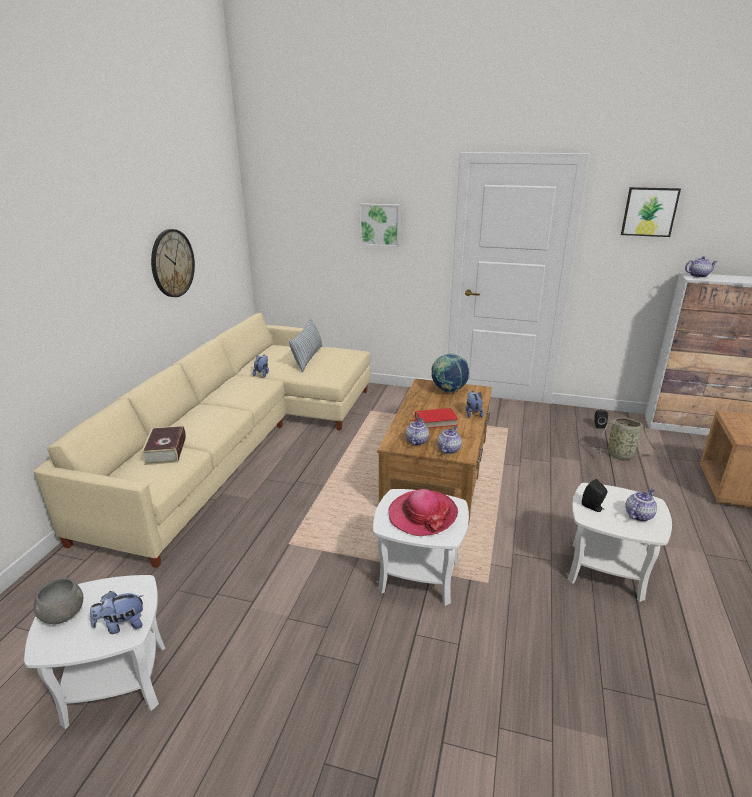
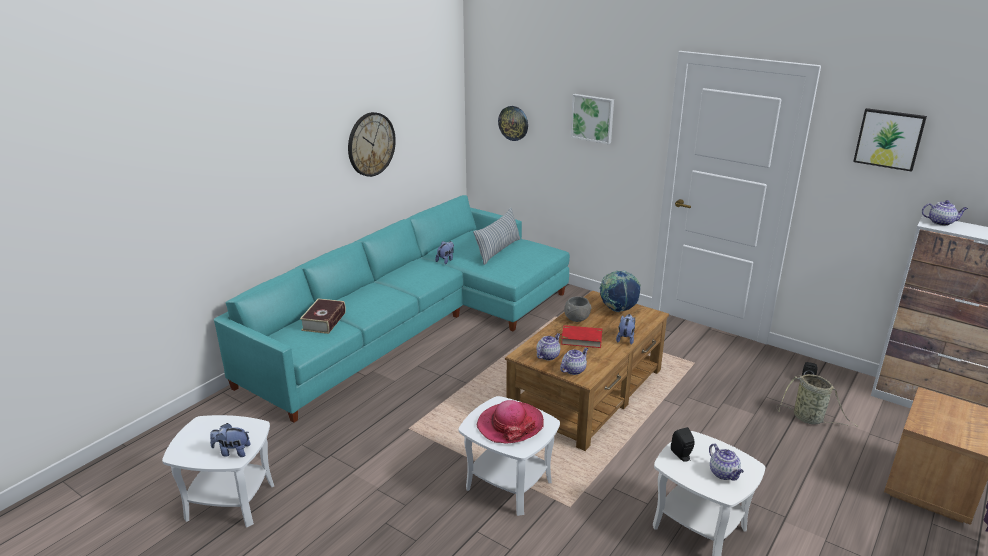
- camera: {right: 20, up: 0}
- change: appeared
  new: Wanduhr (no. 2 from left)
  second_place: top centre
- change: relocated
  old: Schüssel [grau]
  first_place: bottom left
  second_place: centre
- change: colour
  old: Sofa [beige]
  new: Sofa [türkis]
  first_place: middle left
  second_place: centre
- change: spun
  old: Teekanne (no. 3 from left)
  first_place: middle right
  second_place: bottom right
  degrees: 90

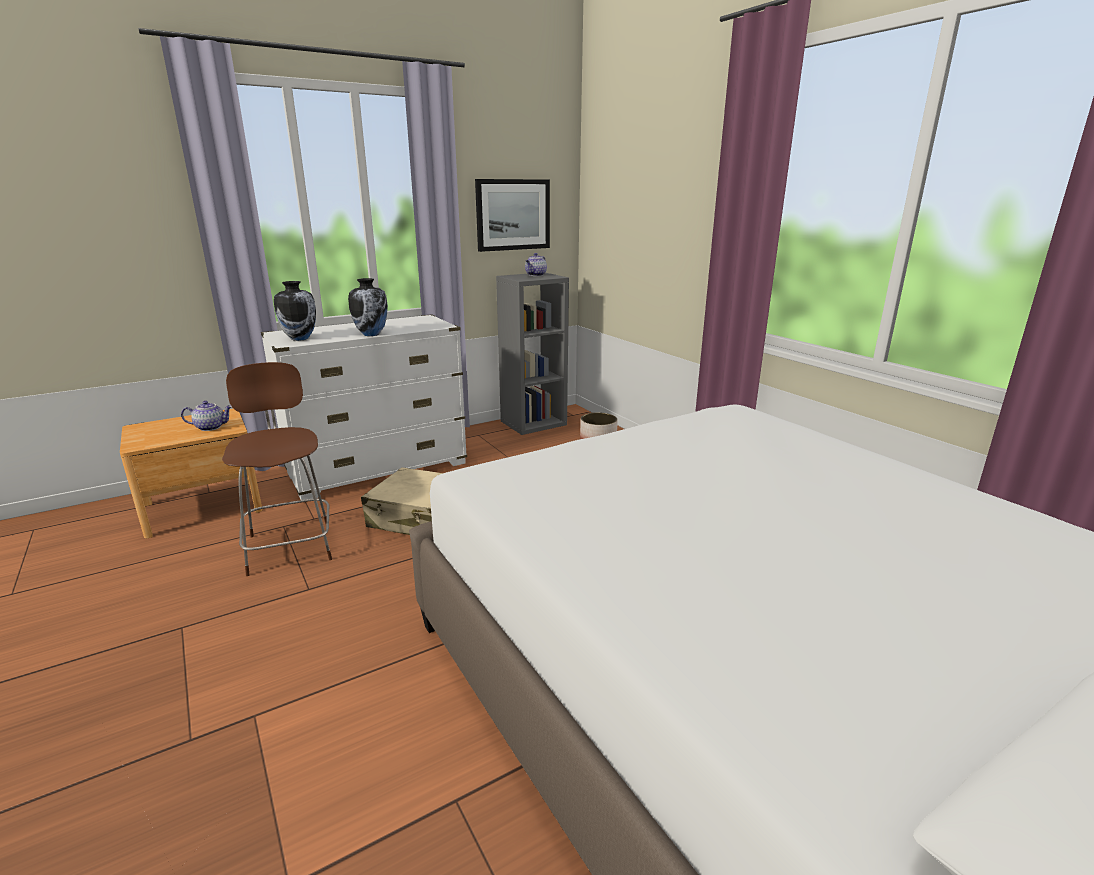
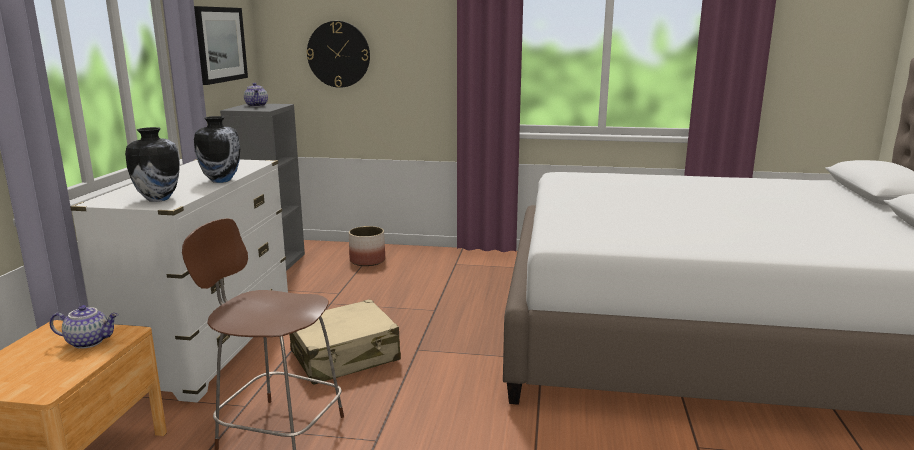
- camera: {right: -50, up: -5}
- change: appeared
  new: Wanduhr
  second_place: top centre
- change: spun
  old: Teekanne (no. 1 from left)
  first_place: middle left
  second_place: bottom left
  degrees: 60

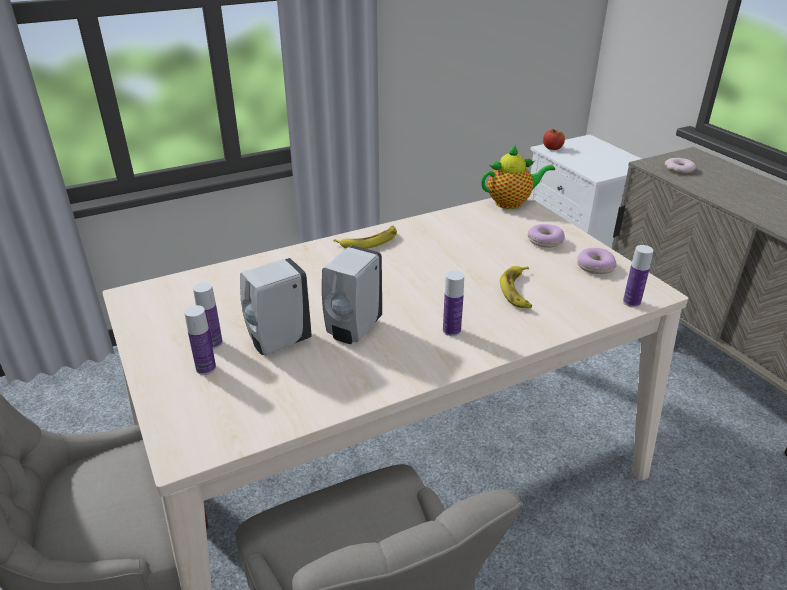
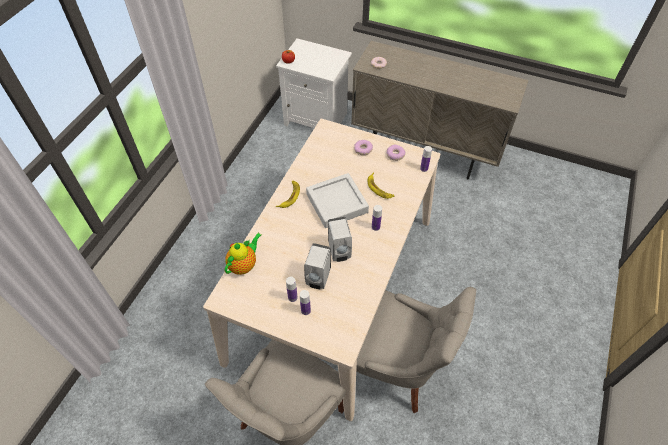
- camera: {right: -40, up: 20}
- change: appeared
  new: Tablett [grau]
  second_place: centre
- change: relocated
  old: Teekanne
  first_place: top centre
  second_place: centre

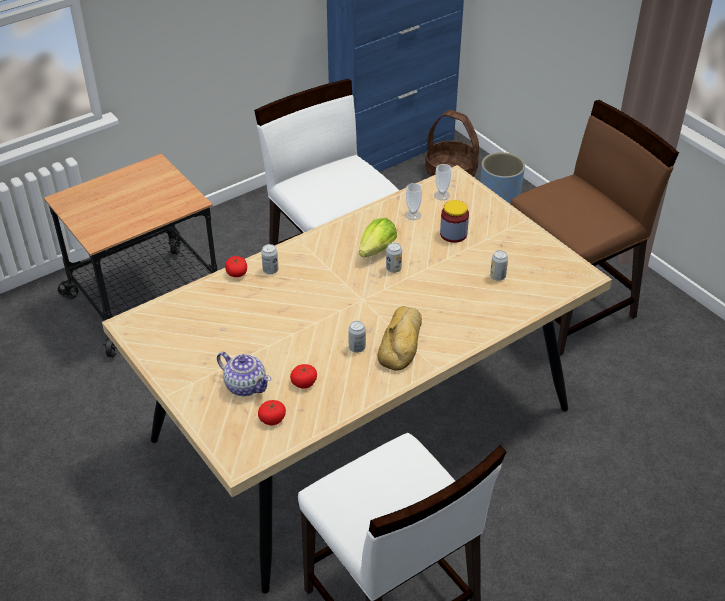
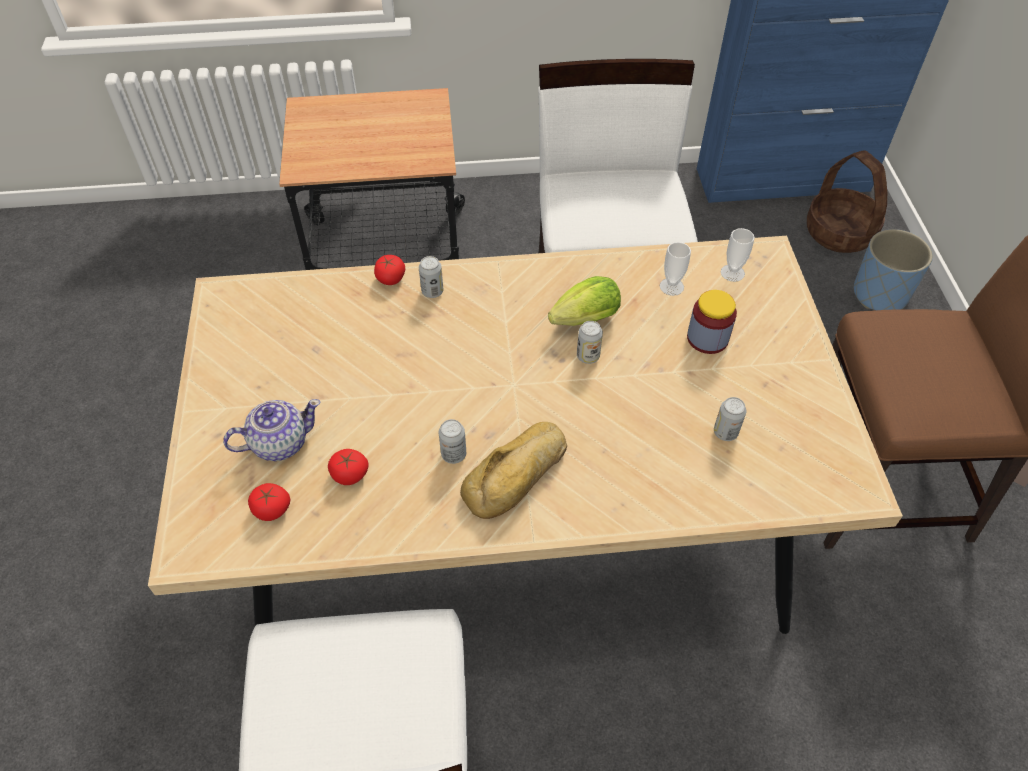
- camera: {right: 30, up: 10}
- change: spun
  old: Teekanne
  first_place: centre
  second_place: middle left
  degrees: -90

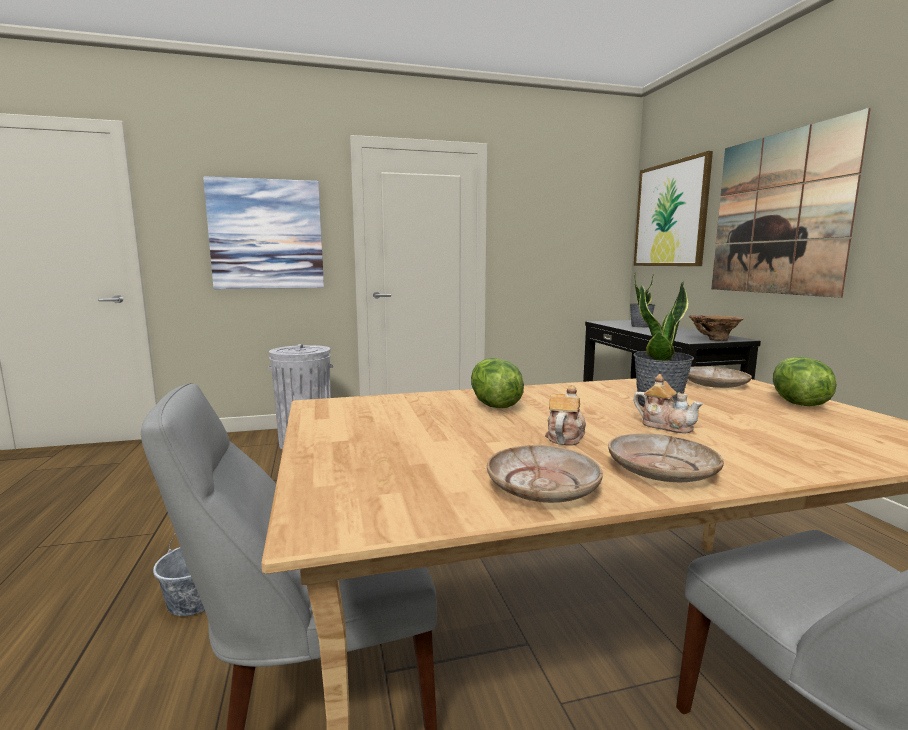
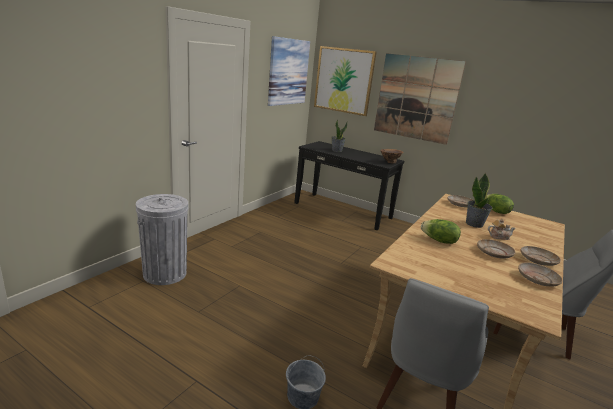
- camera: {right: -45, up: 10}
- change: relocated
  old: Bild (no. 1 from left)
  first_place: top left
  second_place: top centre
- change: exchanged
  old: Teekanne (no. 1 from left)
  new: Teller [beige] (no. 2 from left)
  first_place: centre
  second_place: middle right

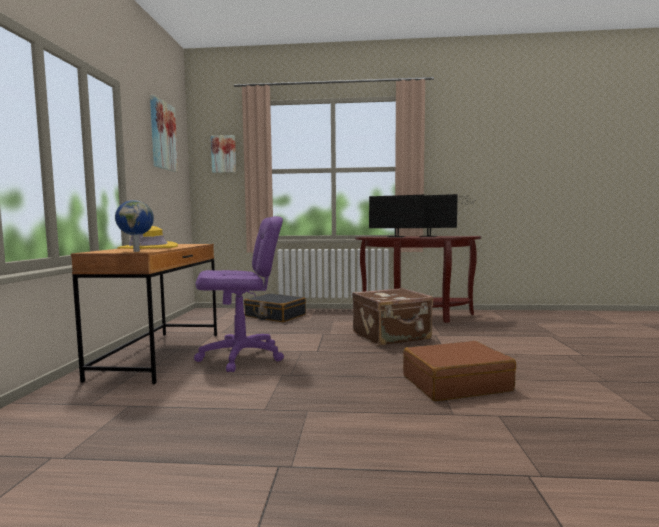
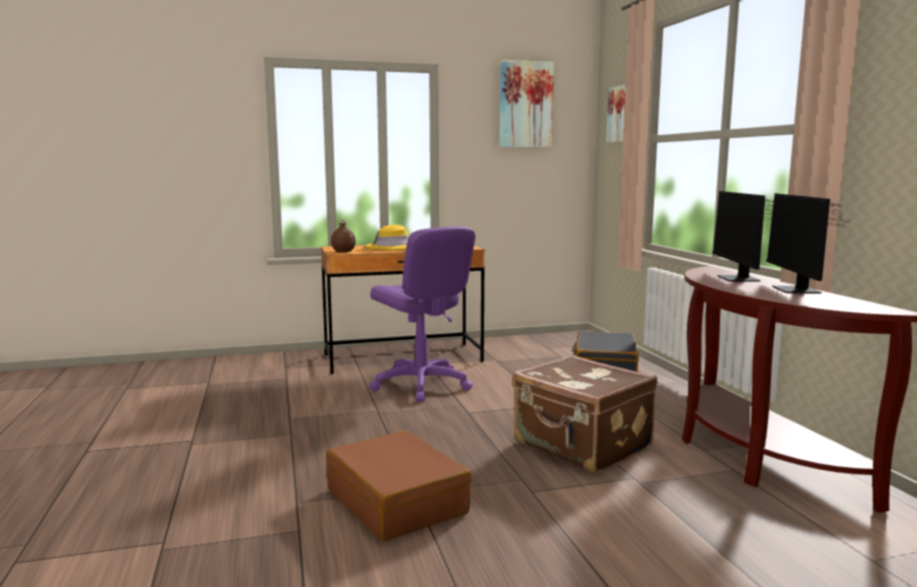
- camera: {right: 70, up: 5}
- change: exchanged
  old: Globus
  new: Flasche [braun]
  first_place: middle left
  second_place: centre

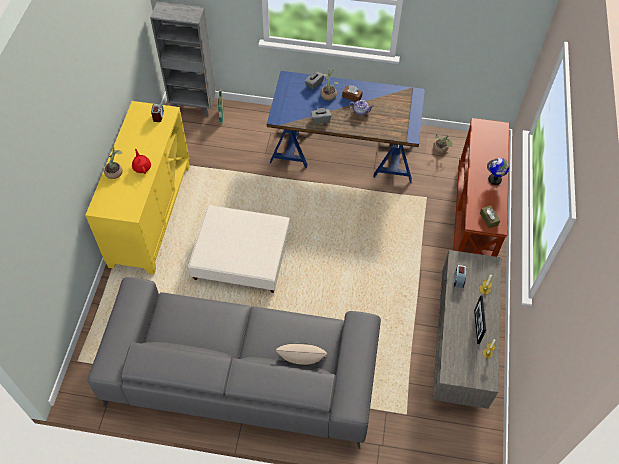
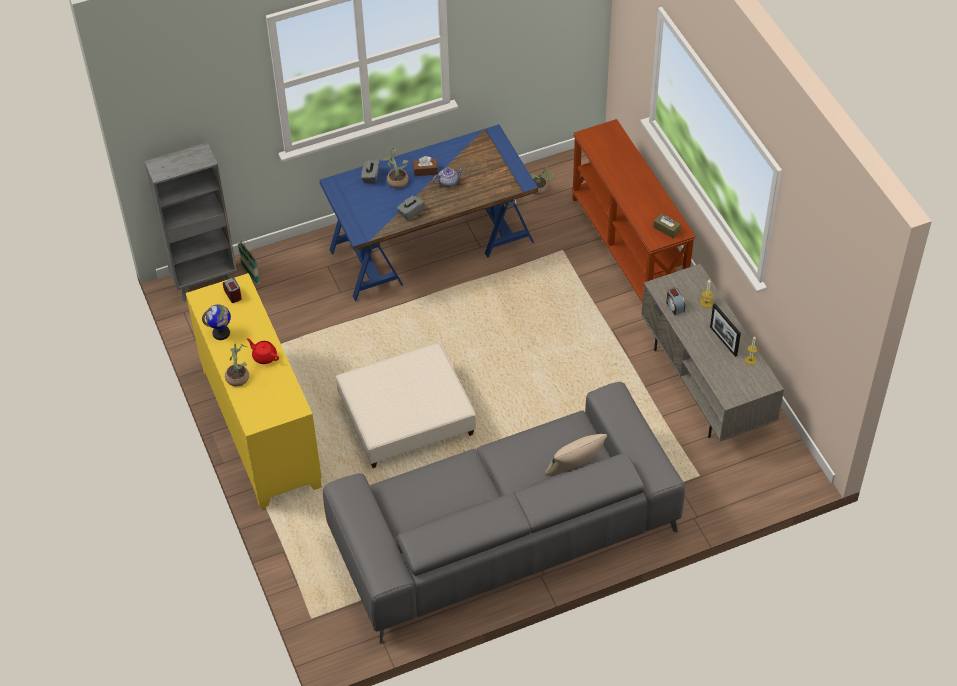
- camera: {right: -30, up: -5}
- change: relocated
  old: Globus
  first_place: middle right
  second_place: middle left

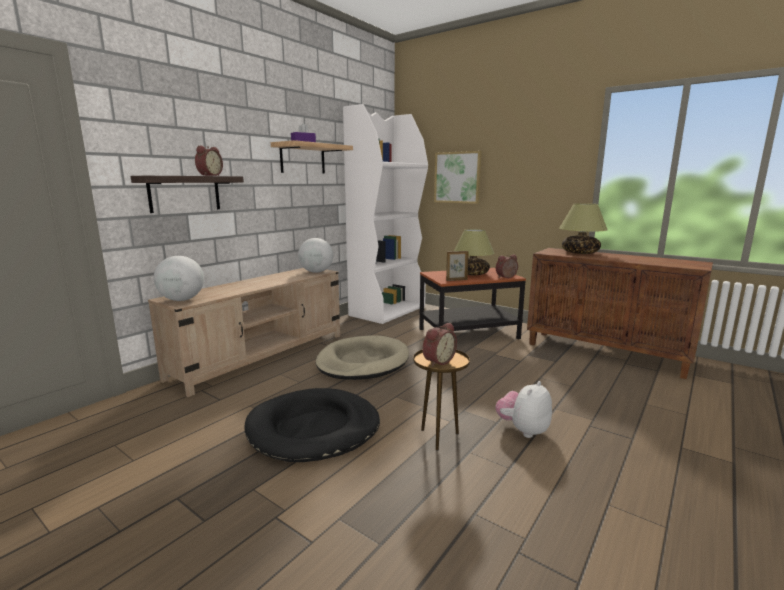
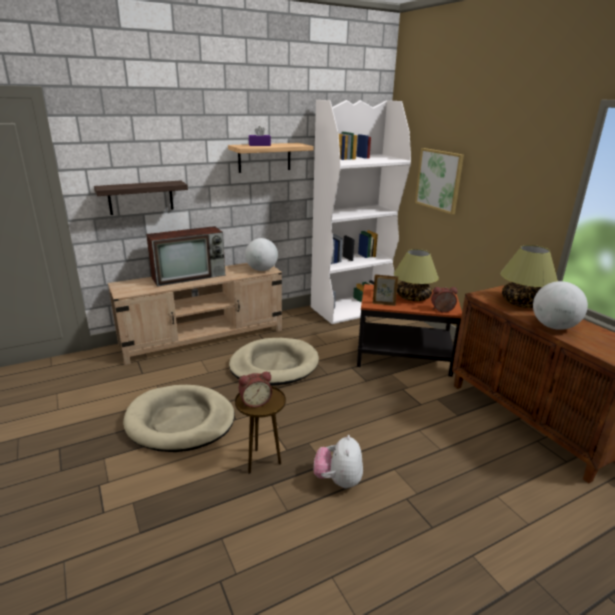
- camera: {right: 25, up: 10}
- change: missing
  old: Wecker (no. 1 from left)
  first_place: top left
- change: appeared
  new: Fernseher
  second_place: middle left
- change: relocated
  old: Globus (no. 1 from left in the first image)
  new: Globus (no. 2 from left)
  first_place: middle left
  second_place: middle right
- change: colour
  old: Hundebett [schwarz]
  new: Hundebett [beige] (no. 1 from left)
  first_place: bottom centre
  second_place: bottom left
- change: spun
  old: Plüschtier
  first_place: bottom right
  second_place: bottom centre
  degrees: -60

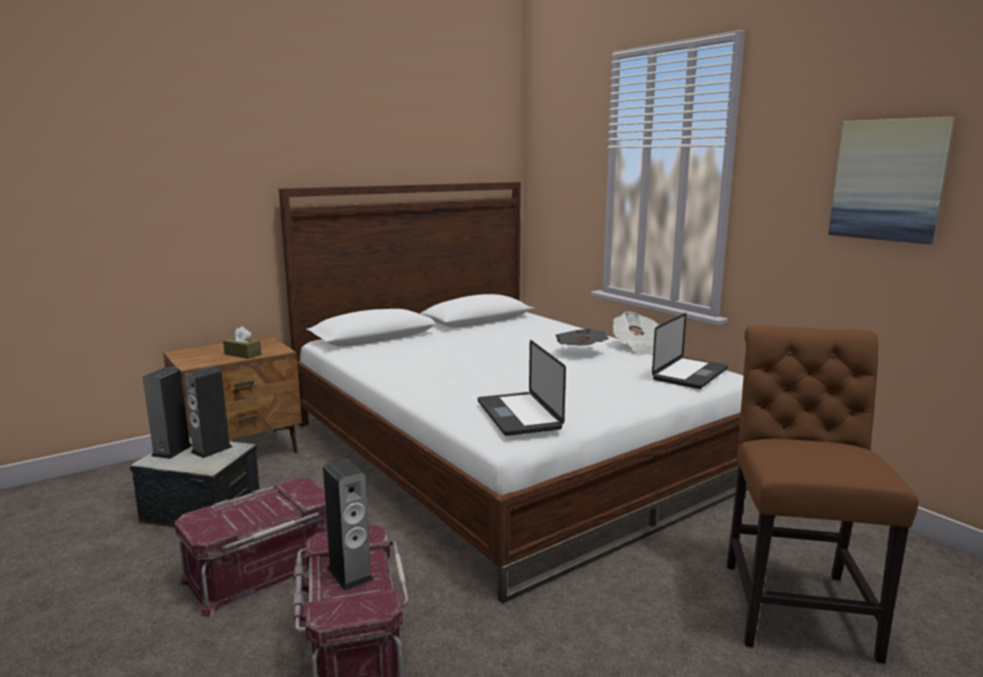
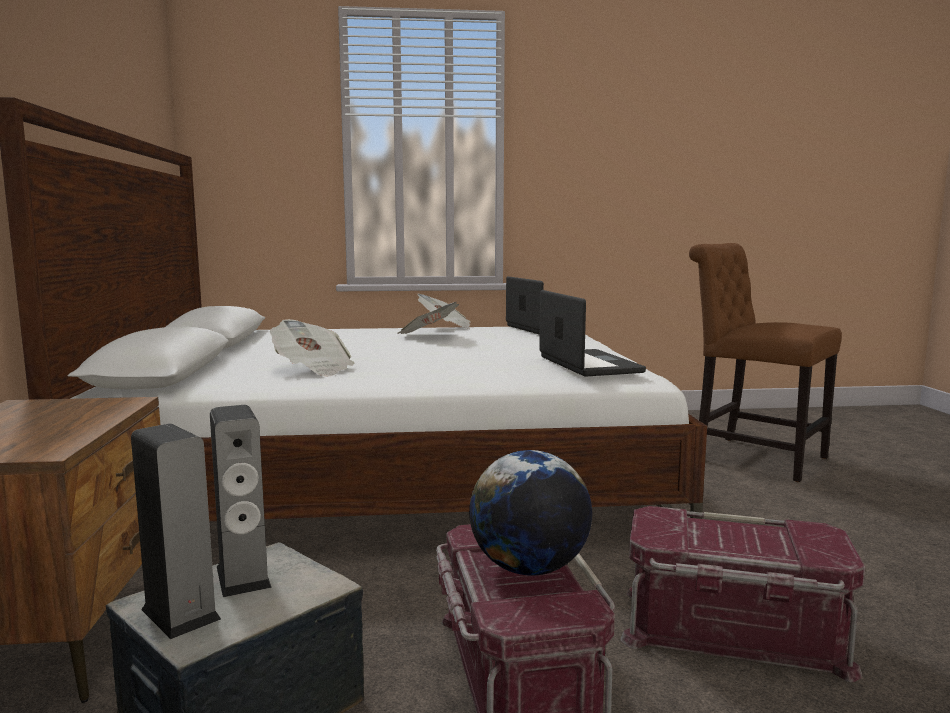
- camera: {right: -60, up: -5}
- change: missing
  old: Taschentuchbox [braun]
  first_place: middle left
- change: missing
  old: Lautsprecher (no. 3 from left)
  first_place: bottom centre
- change: missing
  old: Bild
  first_place: top right
- change: appeared
  new: Zeitung (no. 1 from left)
  second_place: middle left
- change: appeared
  new: Globus
  second_place: bottom centre
- change: spun
  old: Laptop (no. 1 from left in the first image)
  first_place: centre
  second_place: centre
  degrees: -120

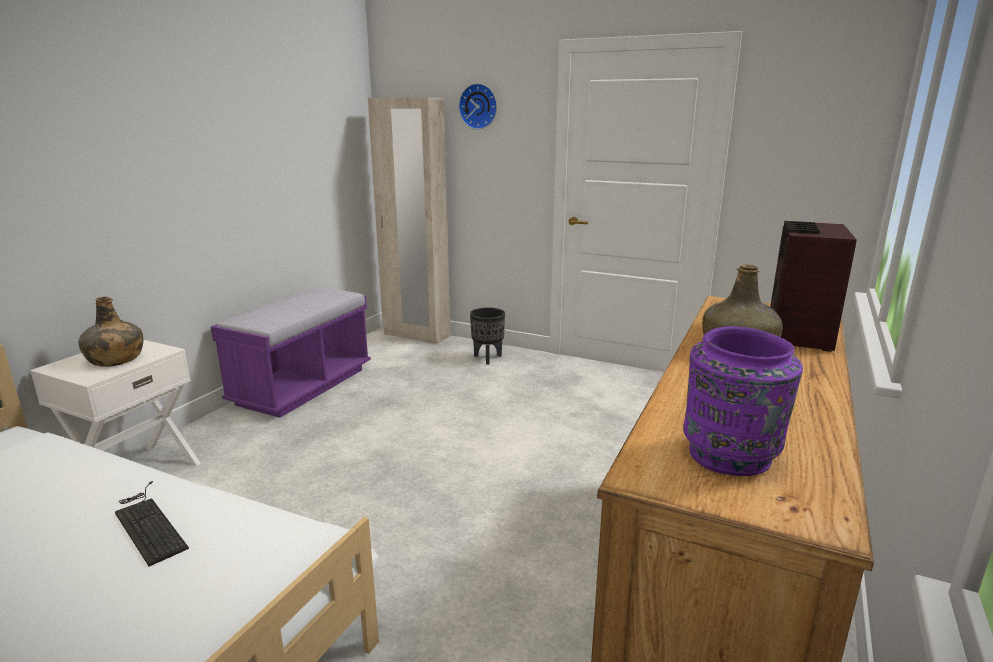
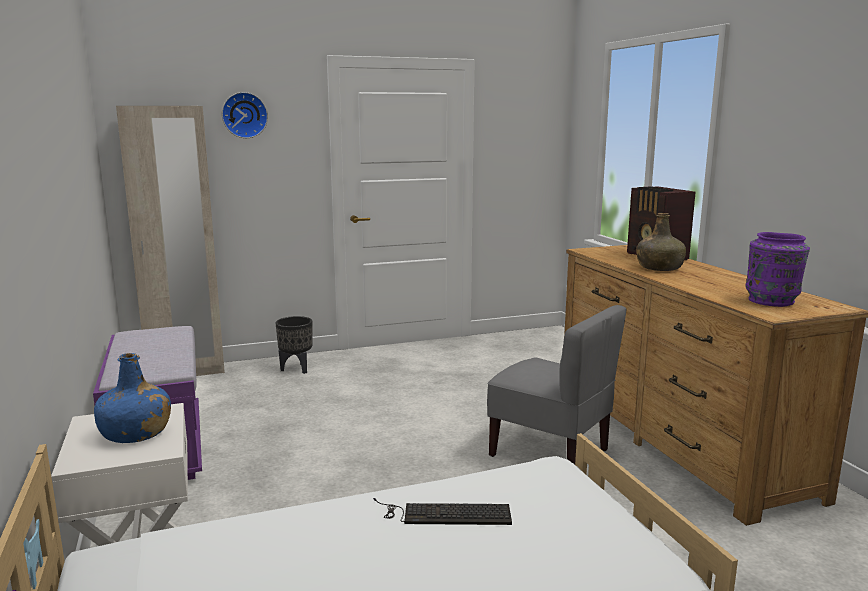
- camera: {right: -45, up: -5}
- change: appeared
  new: Stuhl [grau]
  second_place: centre
- change: colour
  old: Flasche [grün] (no. 1 from left)
  new: Flasche [blau]
  first_place: middle left
  second_place: bottom left

